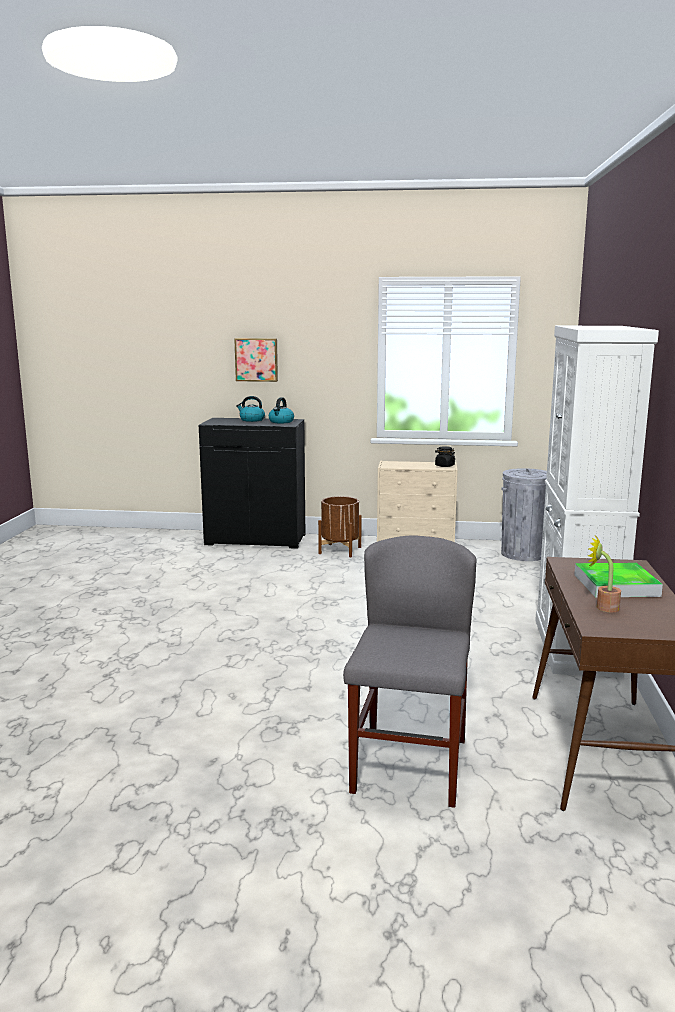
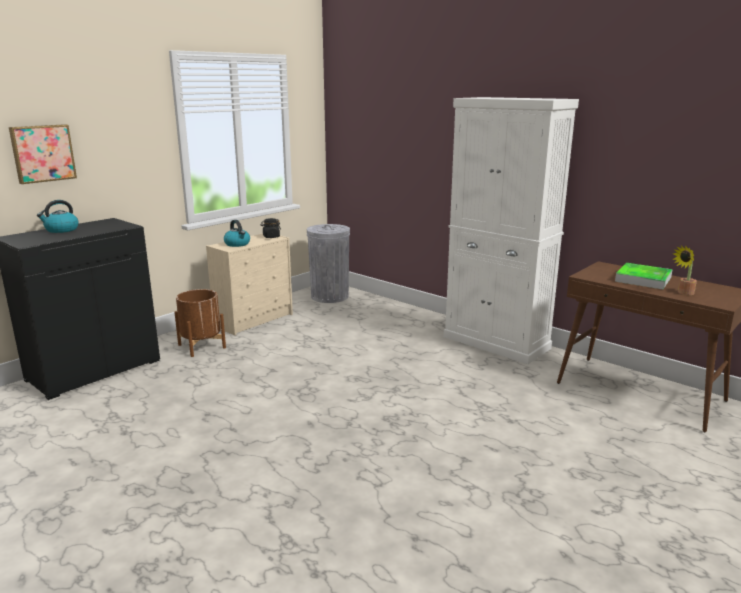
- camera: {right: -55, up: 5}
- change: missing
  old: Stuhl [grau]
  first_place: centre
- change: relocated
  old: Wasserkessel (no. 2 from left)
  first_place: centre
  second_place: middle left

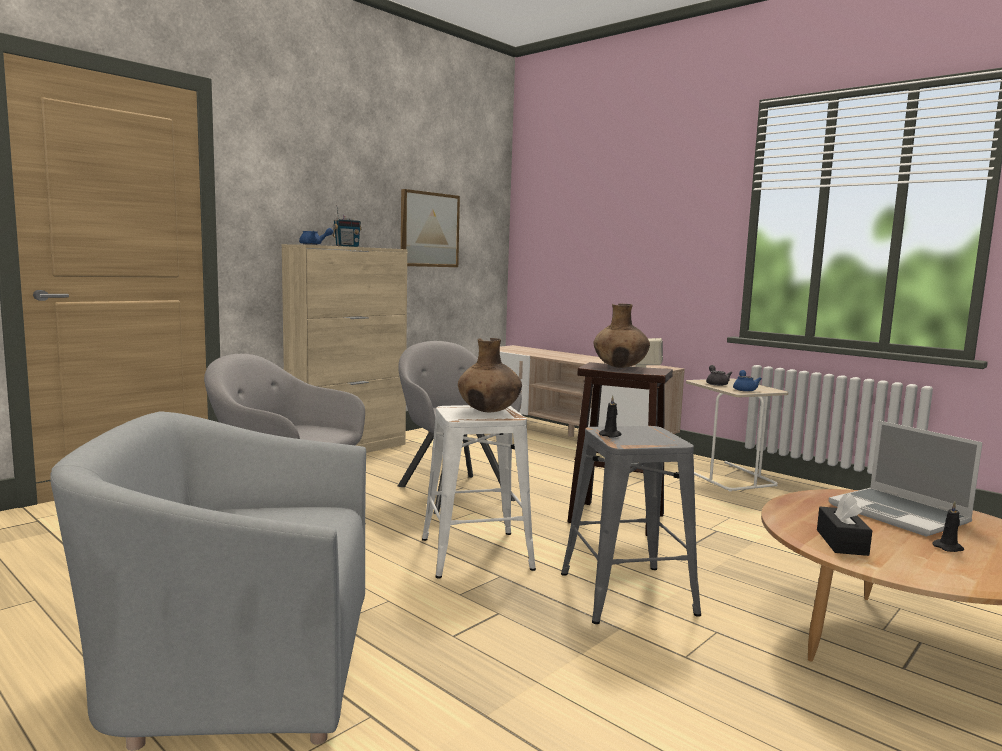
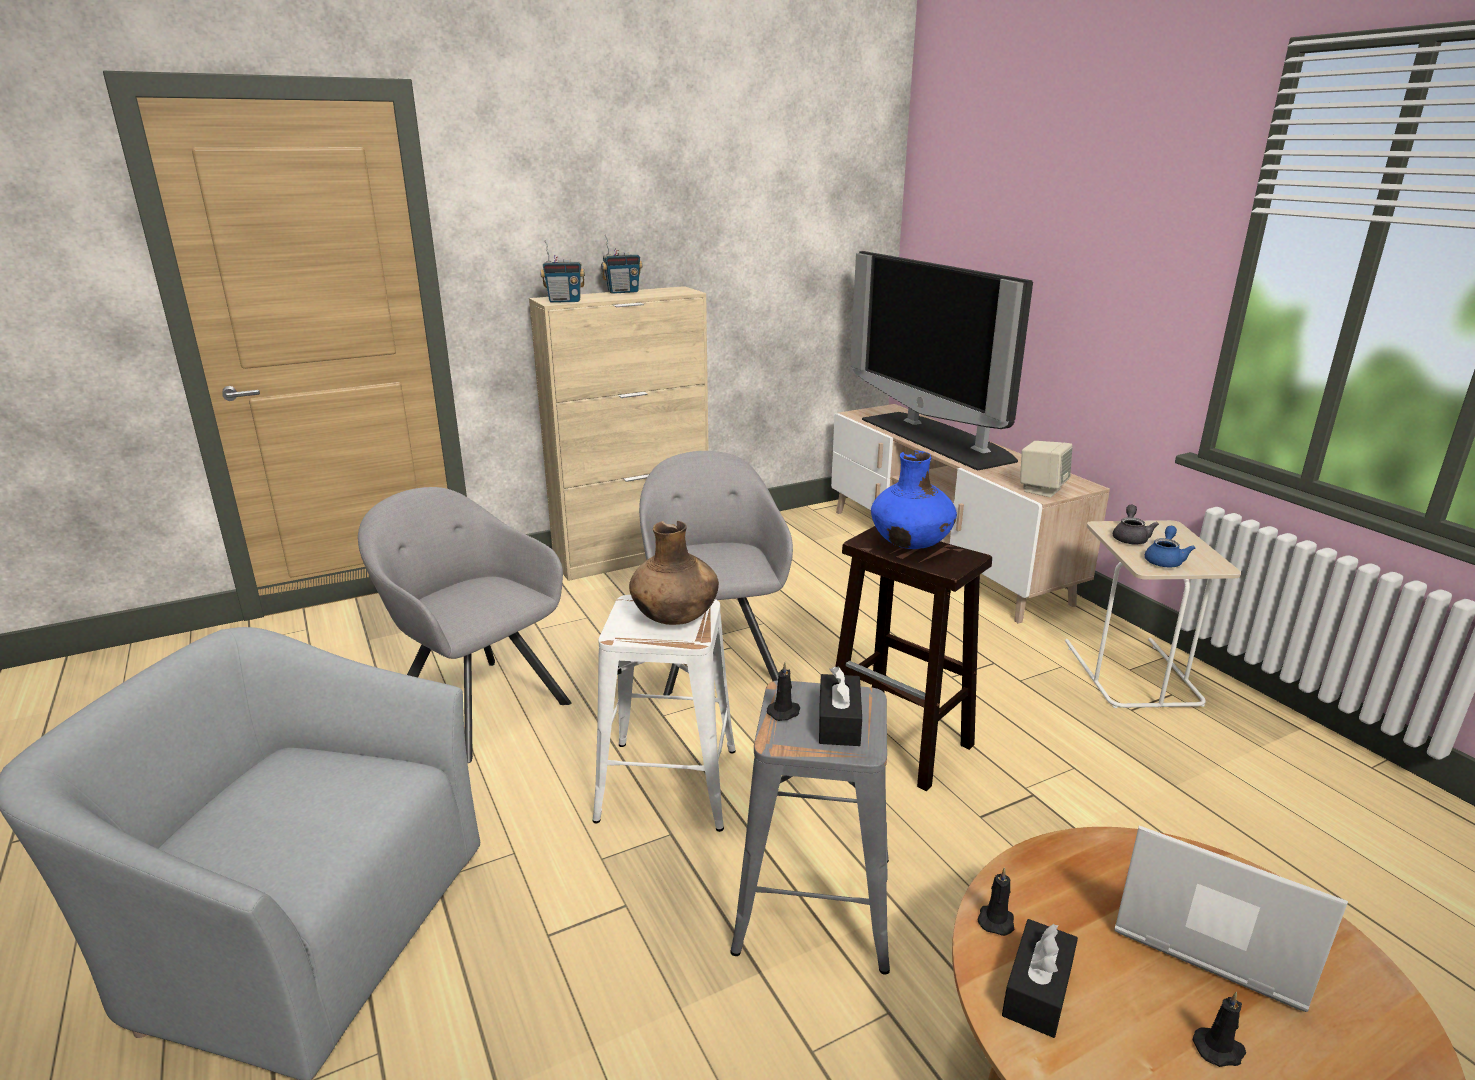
- camera: {right: 20, up: 15}
- change: missing
  old: Bild
  first_place: top centre
- change: appeared
  new: Taschentuchbox [schwarz] (no. 1 from left)
  second_place: centre
- change: appeared
  new: Fernseher
  second_place: centre
- change: appeared
  new: Kerze [schwarz] (no. 2 from left)
  second_place: bottom right
- change: exchanged
  old: Teekanne [blau] (no. 1 from left)
  new: Radio (no. 1 from left)
  first_place: top left
  second_place: top centre
- change: colour
  old: Vase [braun] (no. 2 from left)
  new: Vase [blau]
  first_place: centre
  second_place: centre
- change: spun
  old: Laptop
  first_place: middle right
  second_place: bottom right
  degrees: 135

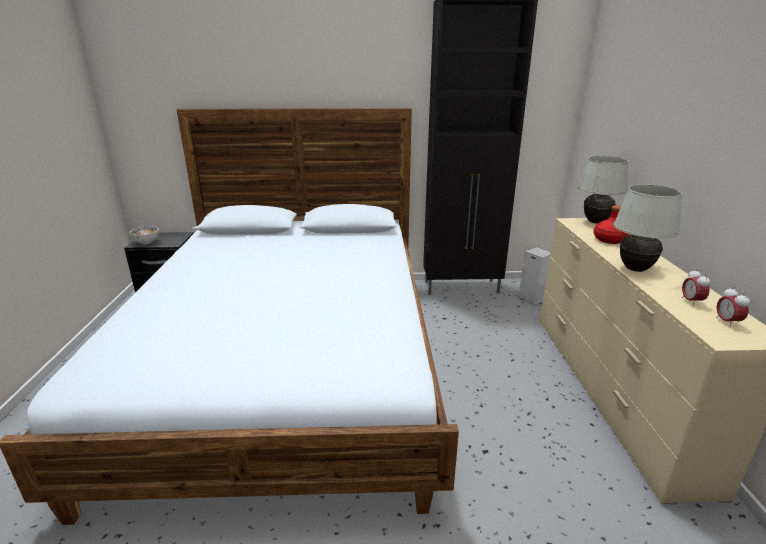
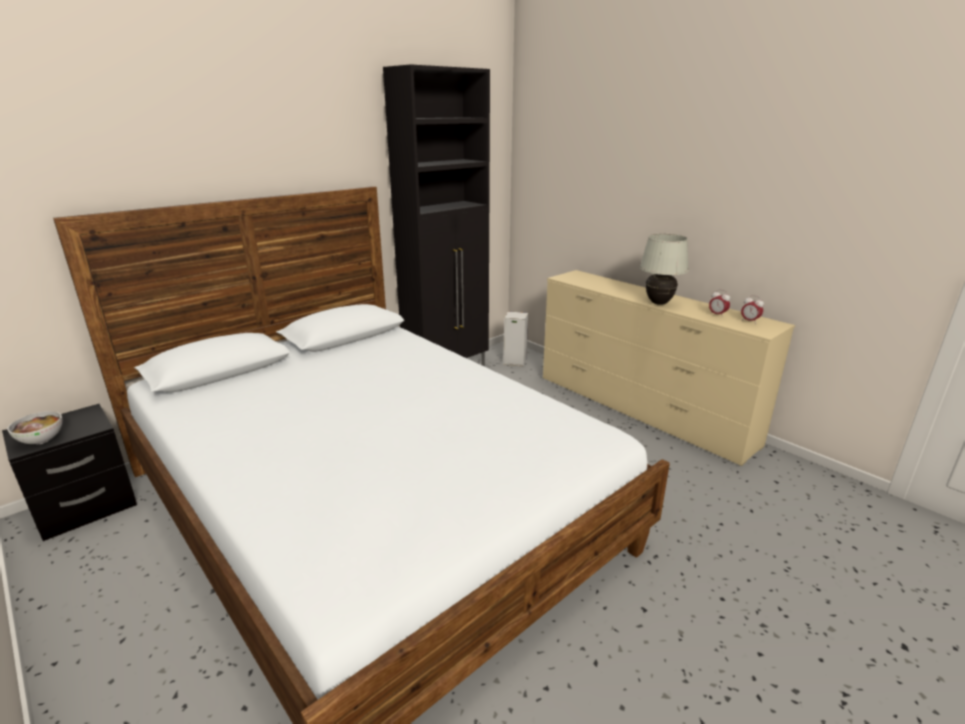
- camera: {right: -40, up: 0}
- change: missing
  old: Tischlampe [weiß] (no. 1 from left)
  first_place: middle right
- change: missing
  old: Flasche [rot]
  first_place: middle right

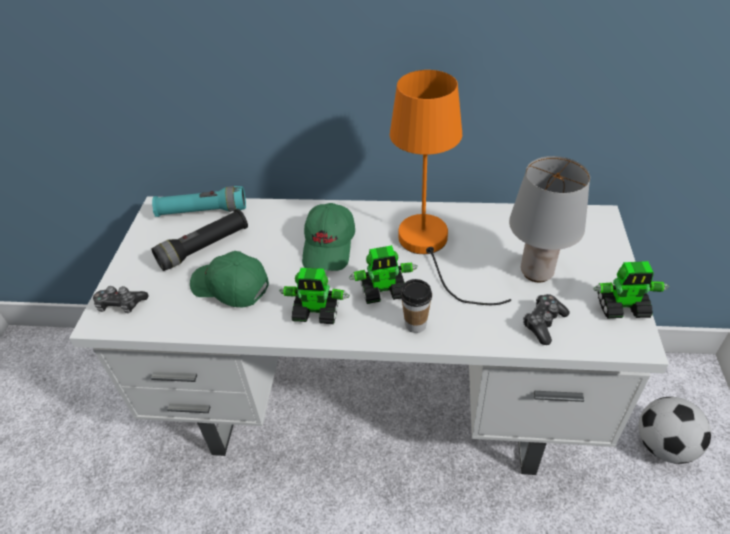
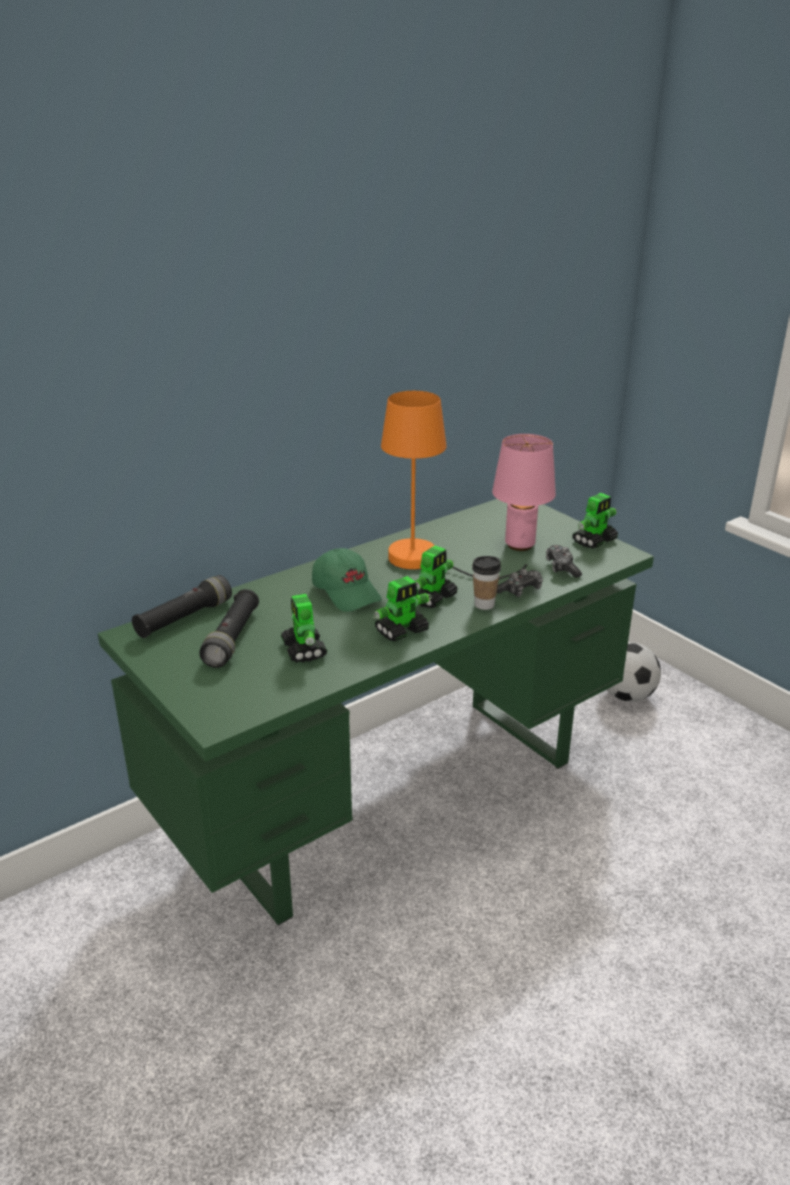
- camera: {right: -45, up: -15}
- change: relocated
  old: Gamepad (no. 1 from left)
  first_place: middle left
  second_place: centre
- change: exchanged
  old: Kappe [grün] (no. 1 from left)
  new: Spielzeugroboter (no. 1 from left)
  first_place: middle left
  second_place: centre
- change: colour
  old: Schreibtisch [weiß]
  new: Schreibtisch [grün]
  first_place: centre
  second_place: centre
- change: colour
  old: Taschenlampe [türkis]
  new: Taschenlampe [schwarz] (no. 1 from left)
  first_place: middle left
  second_place: middle left
- change: colour
  old: Tischlampe [grau]
  new: Tischlampe [rosa]
  first_place: middle right
  second_place: centre

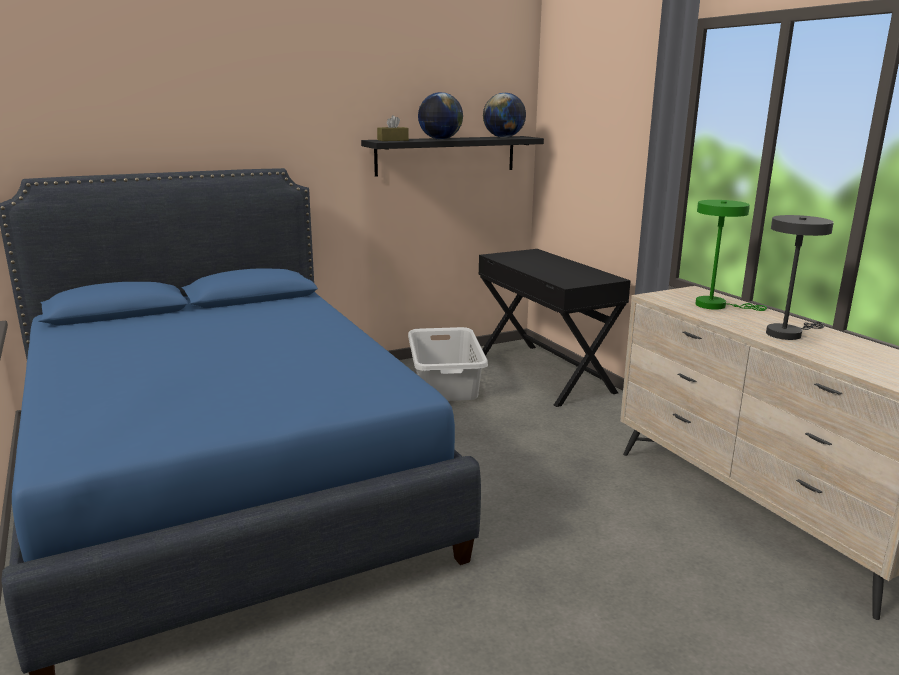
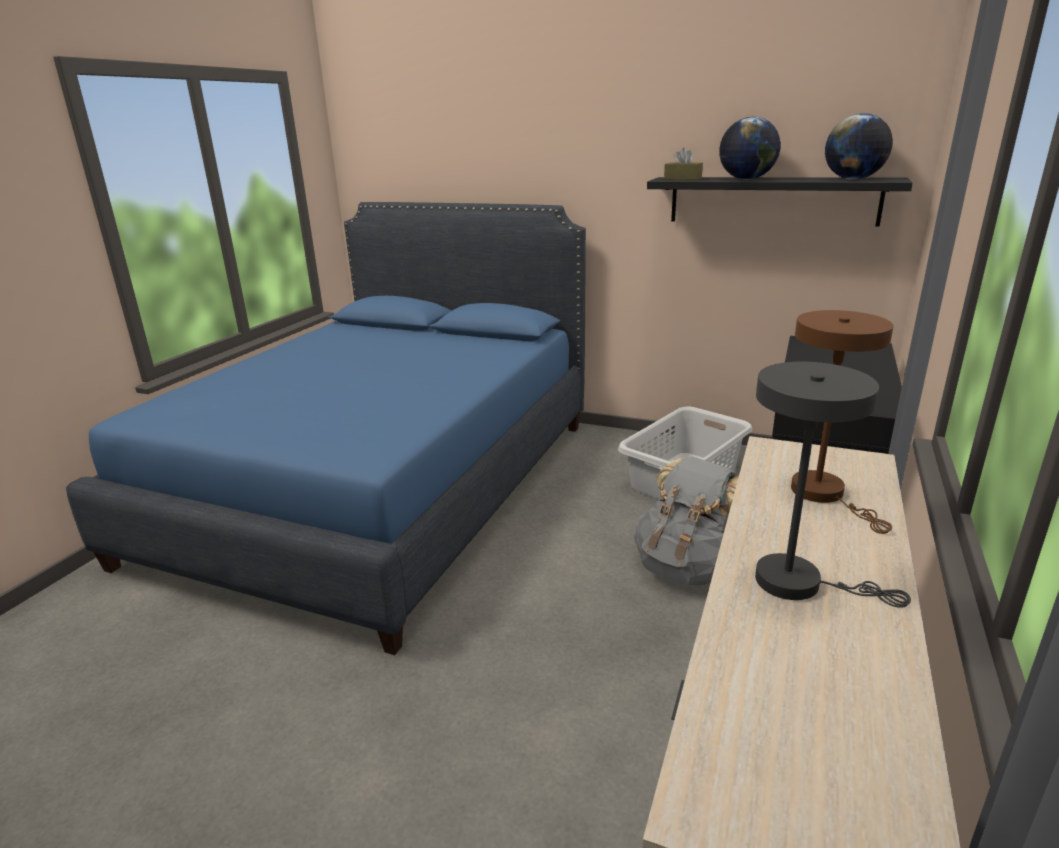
- camera: {right: 50, up: 5}
- change: appeared
  new: Rucksack [grau]
  second_place: centre
- change: colour
  old: Tischlampe [grün]
  new: Tischlampe [braun]
  first_place: middle right
  second_place: middle right

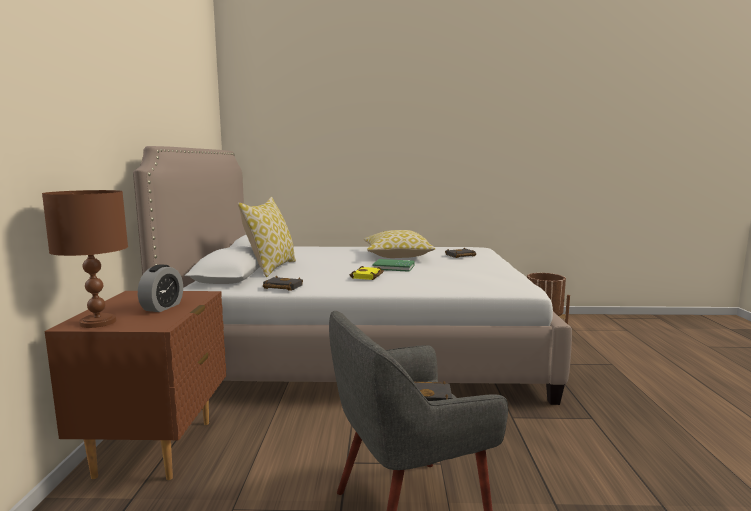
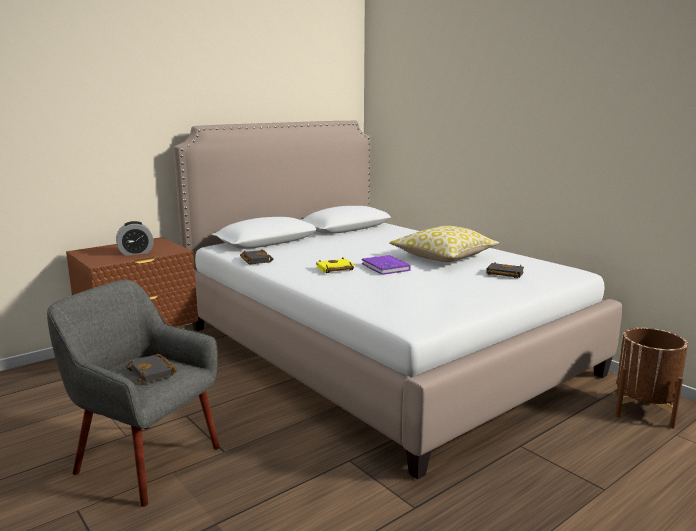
- camera: {right: 50, up: 5}
- change: missing
  old: Tischlampe [braun]
  first_place: middle left
- change: missing
  old: Kissen (no. 1 from left)
  first_place: centre
- change: colour
  old: Buch [grün]
  new: Buch [lila]
  first_place: centre
  second_place: centre

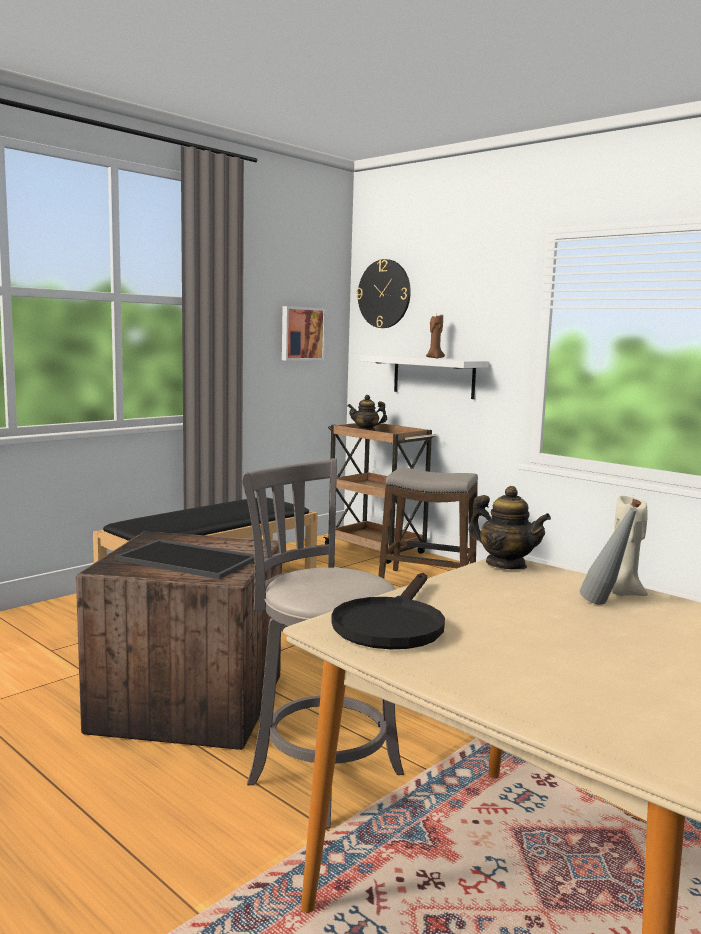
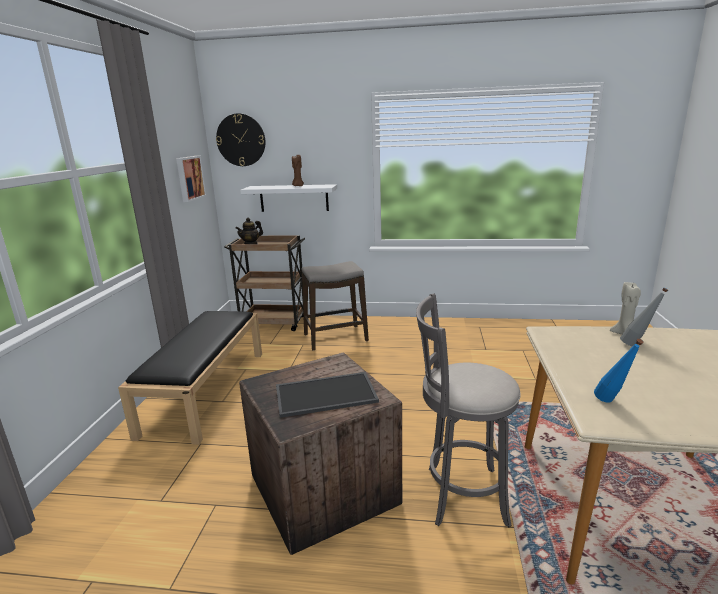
- camera: {right: -35, up: 10}
- change: missing
  old: Teekanne (no. 2 from left)
  first_place: middle right
- change: exchanged
  old: Pfanne [schwarz]
  new: Flasche [blau]
  first_place: centre
  second_place: middle right

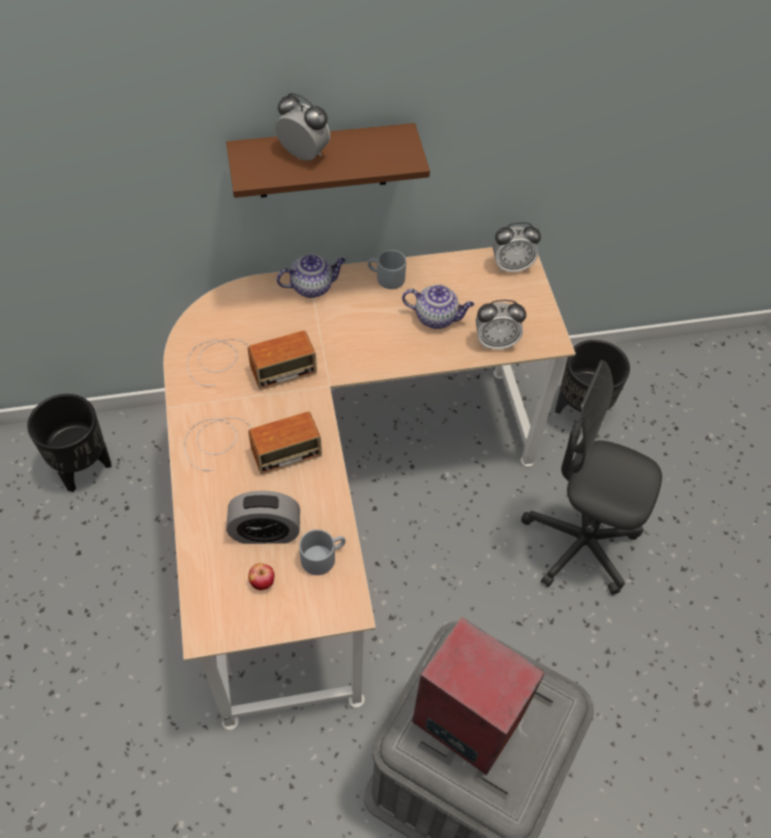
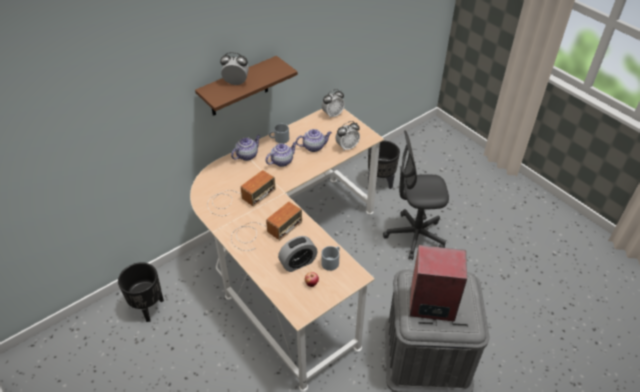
- camera: {right: -25, up: -10}
- change: appeared
  new: Teekanne (no. 2 from left)
  second_place: centre

